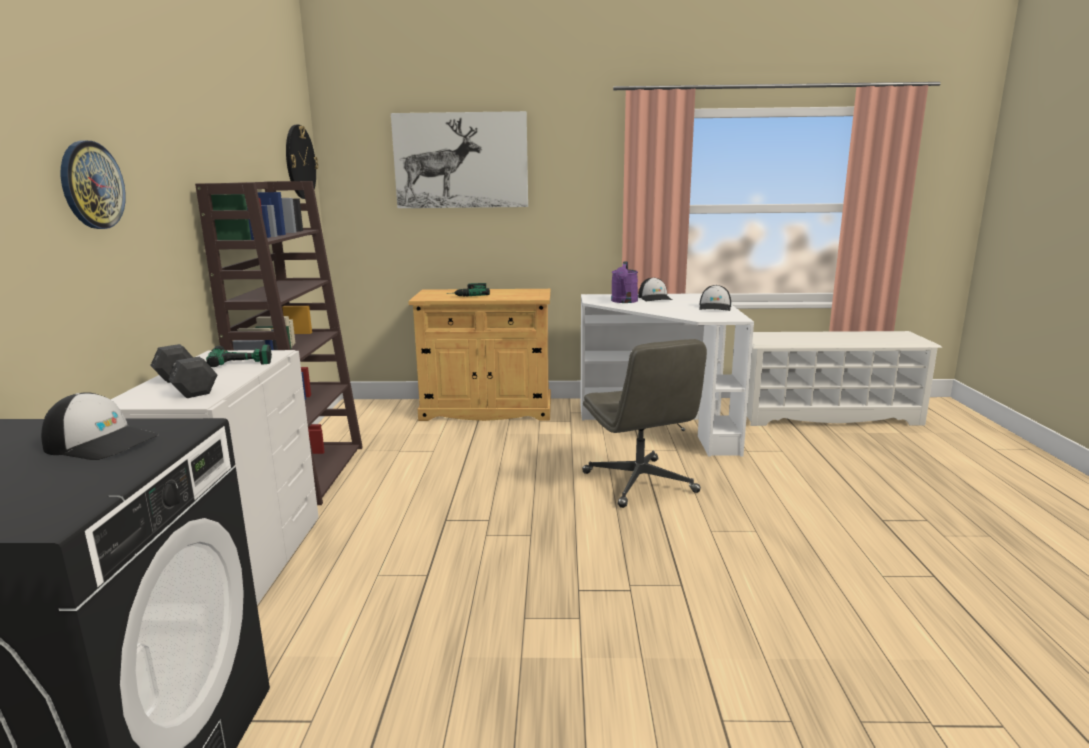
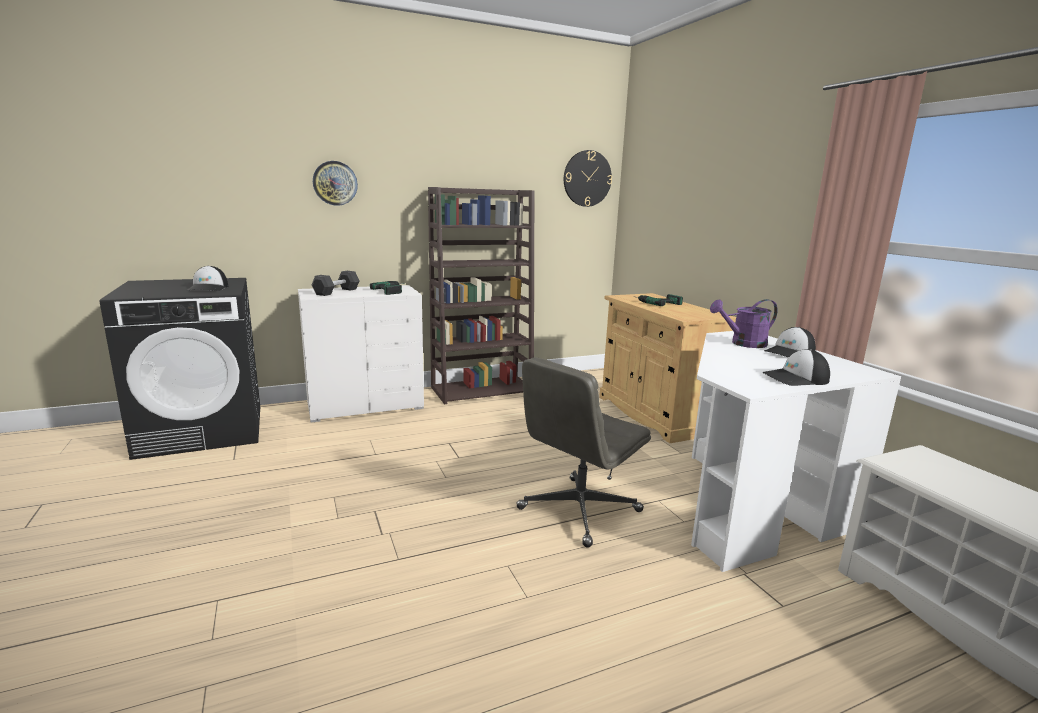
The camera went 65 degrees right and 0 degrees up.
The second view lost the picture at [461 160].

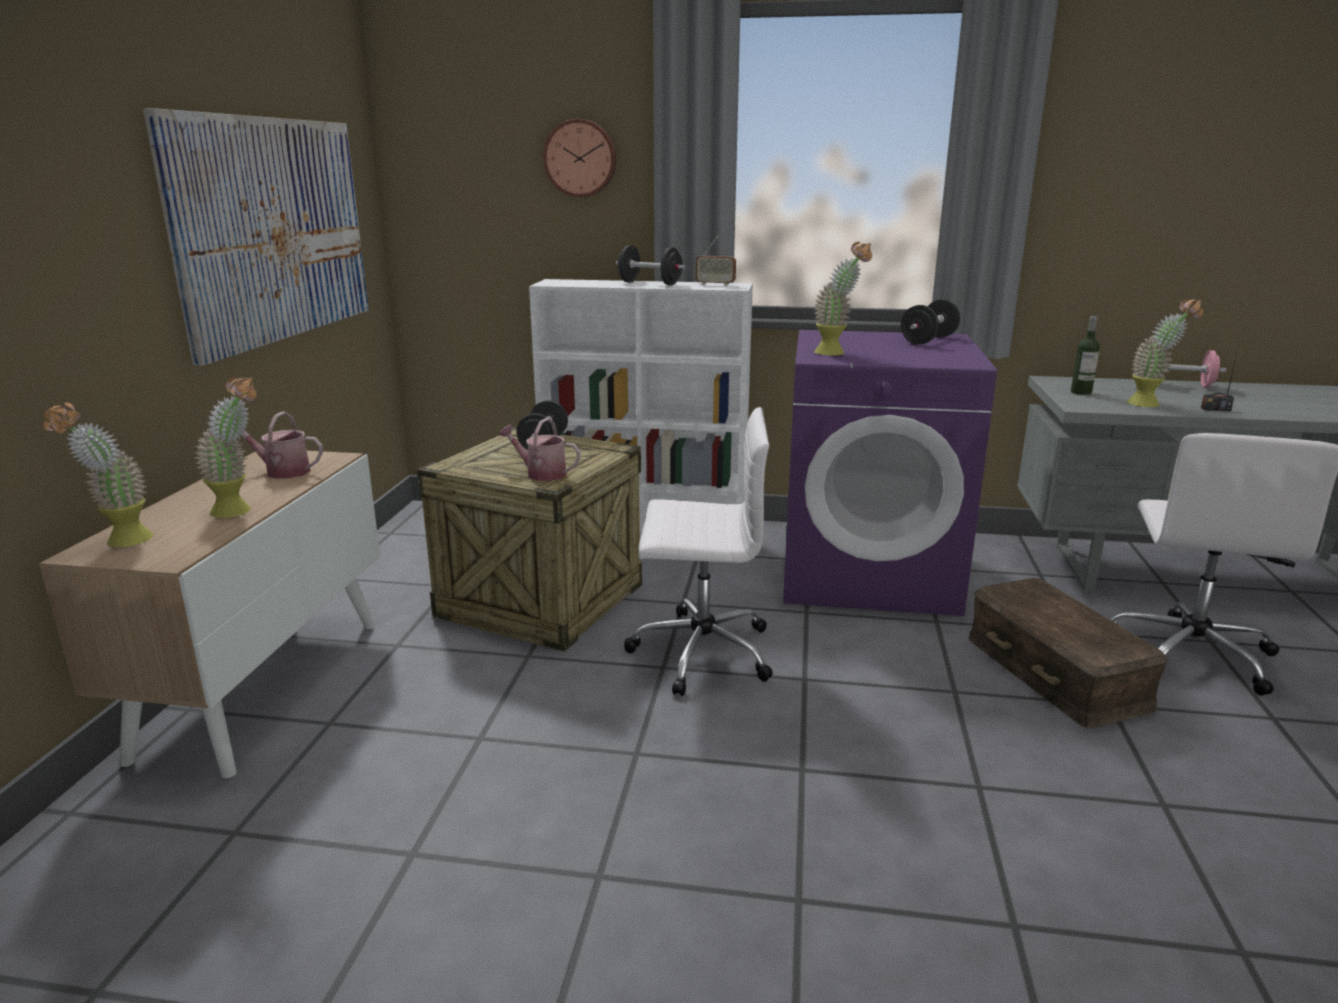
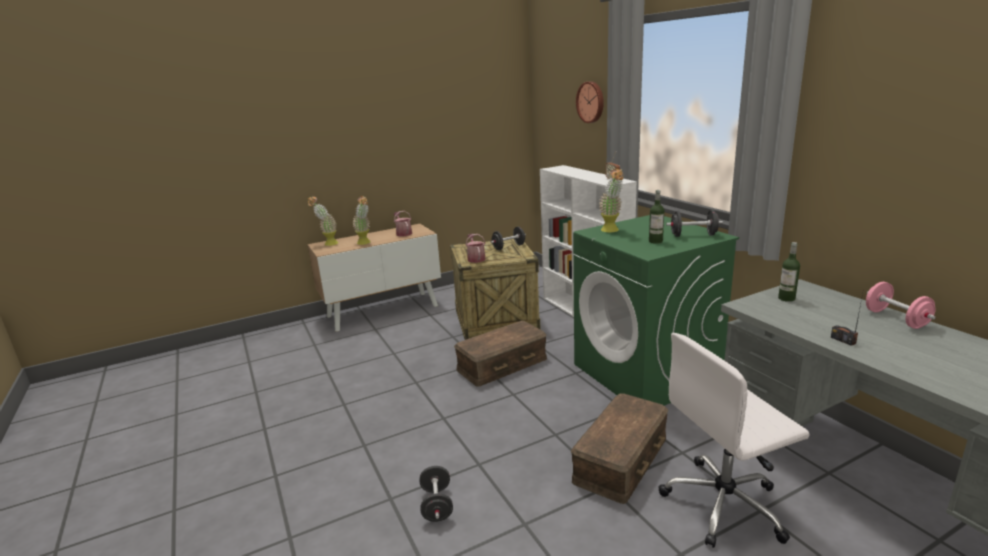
The camera went 55 degrees right and 0 degrees up.
The black dumbbell ended up elsewhere, having gone from [650 283] to [437 505].
Where the white office chair stood at [700 652], the brown storage box came to stand at [502 364].
What was the purple washing machine at [869 574] turned into the green washing machine at [646 373].
The second view gained the bottle at [655 241].
The second view lost the picture at [273 229].
The second view lost the potted plant at [1152 404].

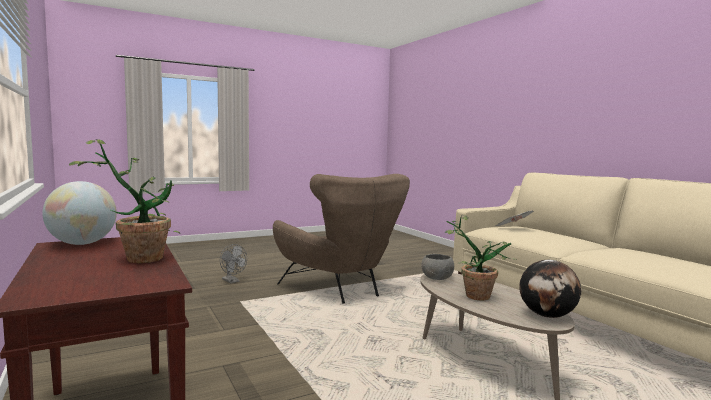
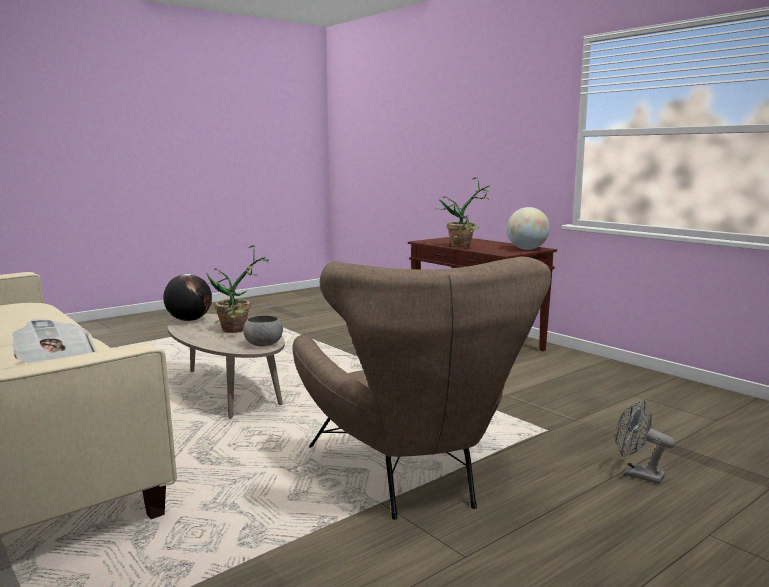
The camera went 170 degrees right and 5 degrees up.
The brown armchair at [341 289] ended up facing another way, 150 degrees counterclockwise from before.

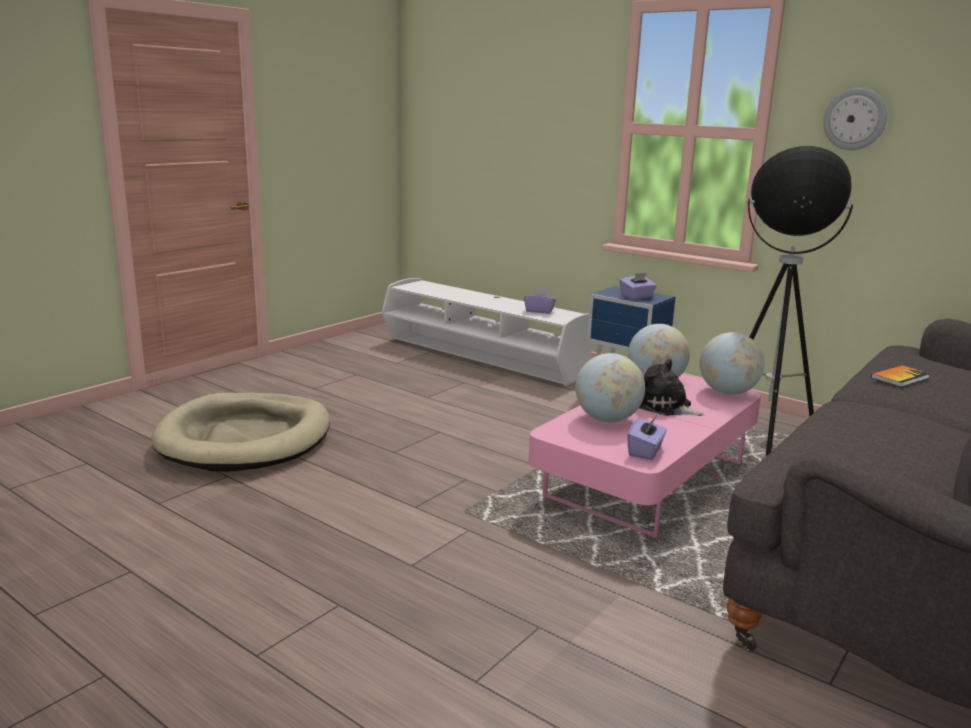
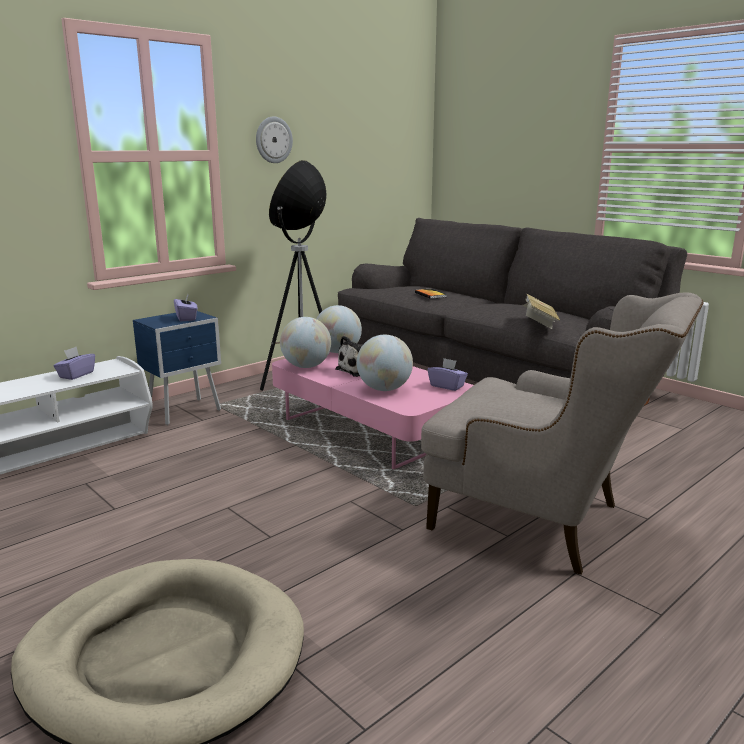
The camera went 80 degrees left and 0 degrees up.
The second view gained the beige armchair at [545 522].
The second view gained the book at [539 323].

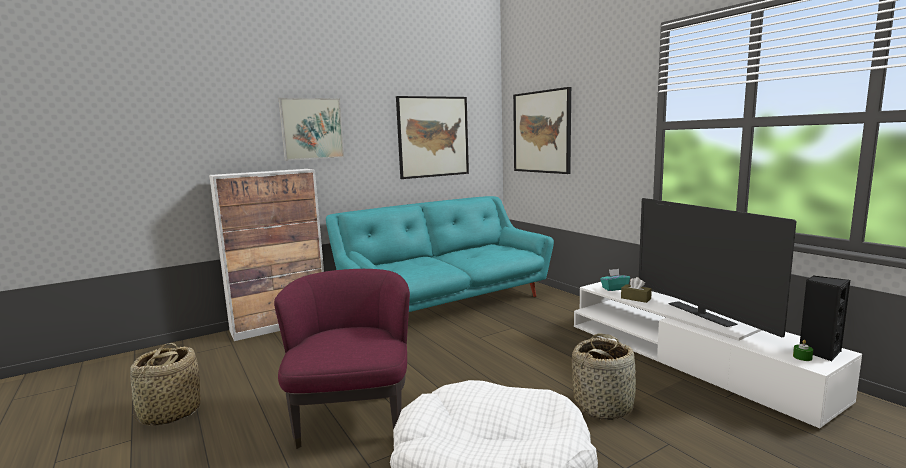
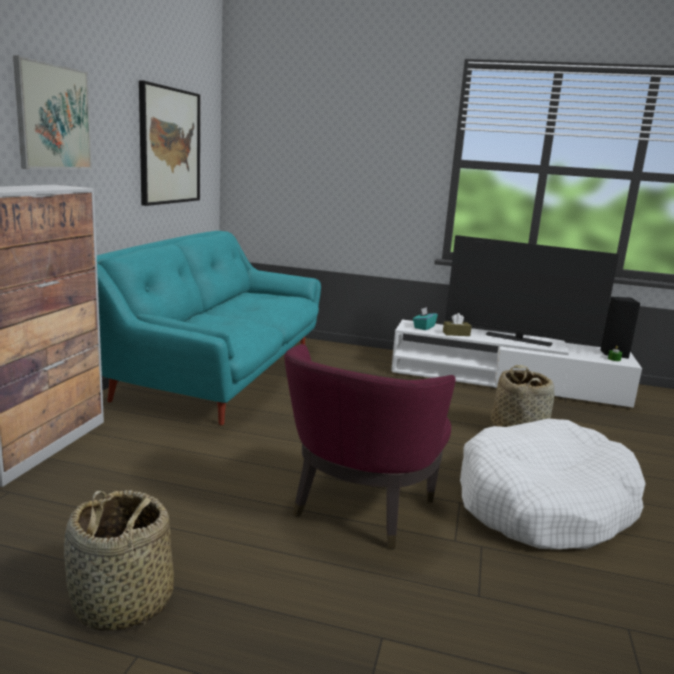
The camera went 45 degrees left and 5 degrees up.
The purple armchair at [352 416] ended up facing another way, 105 degrees counterclockwise from before.
The second view lost the picture at [541 132].

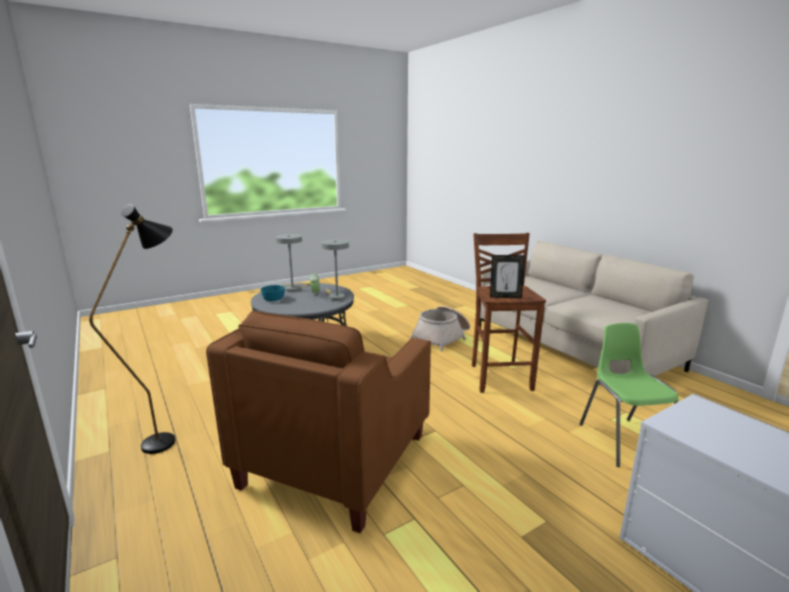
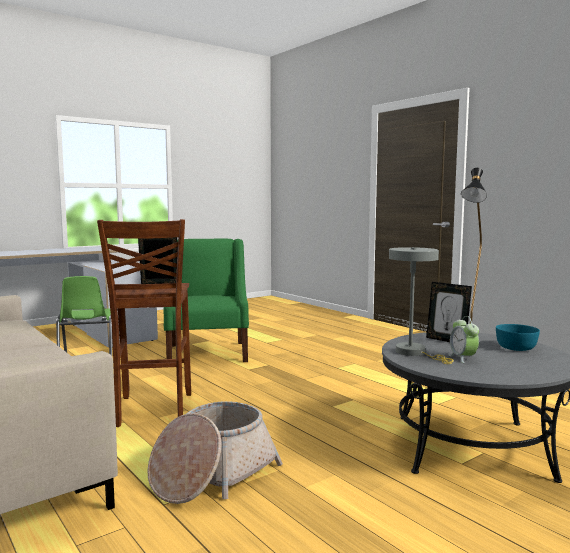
The camera went 175 degrees right and 10 degrees down.
The second view gained the green armchair at [207 353].
The second view gained the picture frame at [447 340].
The second view lost the brown armchair at [335 460].
The second view lost the grey table lamp at [294 289].

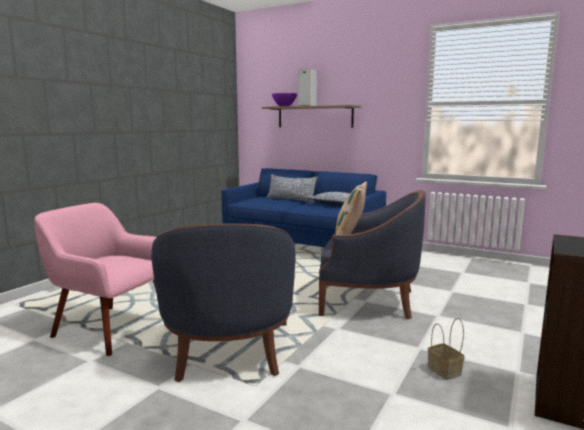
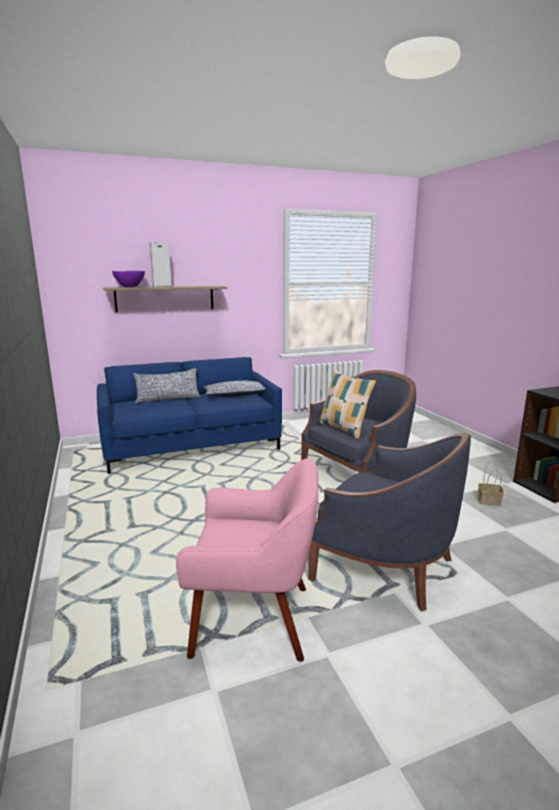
The camera went 50 degrees left and 5 degrees up.
The pink armchair at [109 328] ended up facing another way, 150 degrees counterclockwise from before.

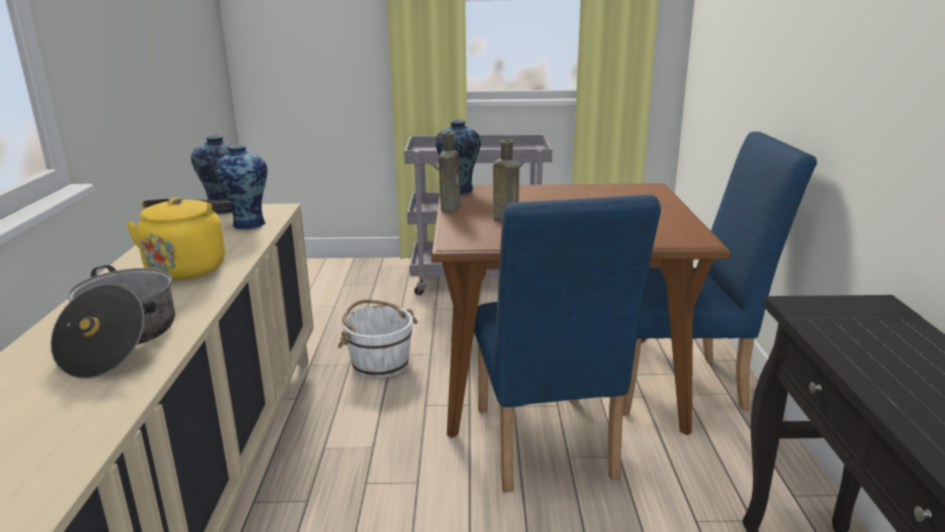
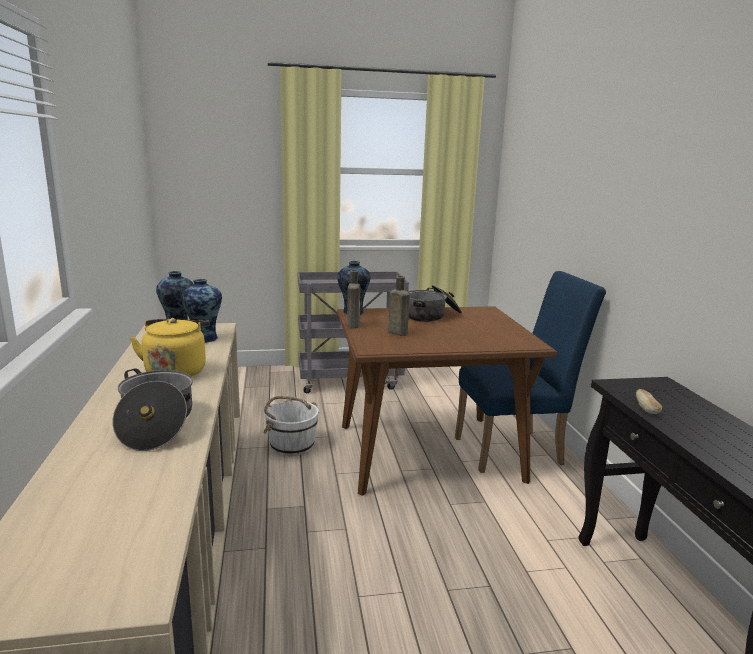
The camera went 10 degrees left and 5 degrees down.
The second view gained the cooking pot at [432 315].
The second view gained the bread at [647 409].
The second view lost the blue chair at [546 450].

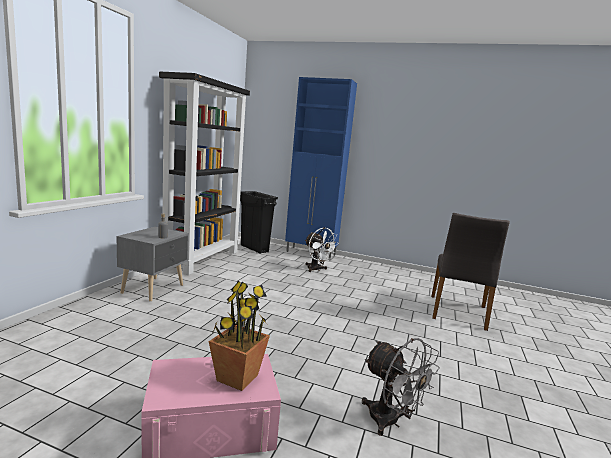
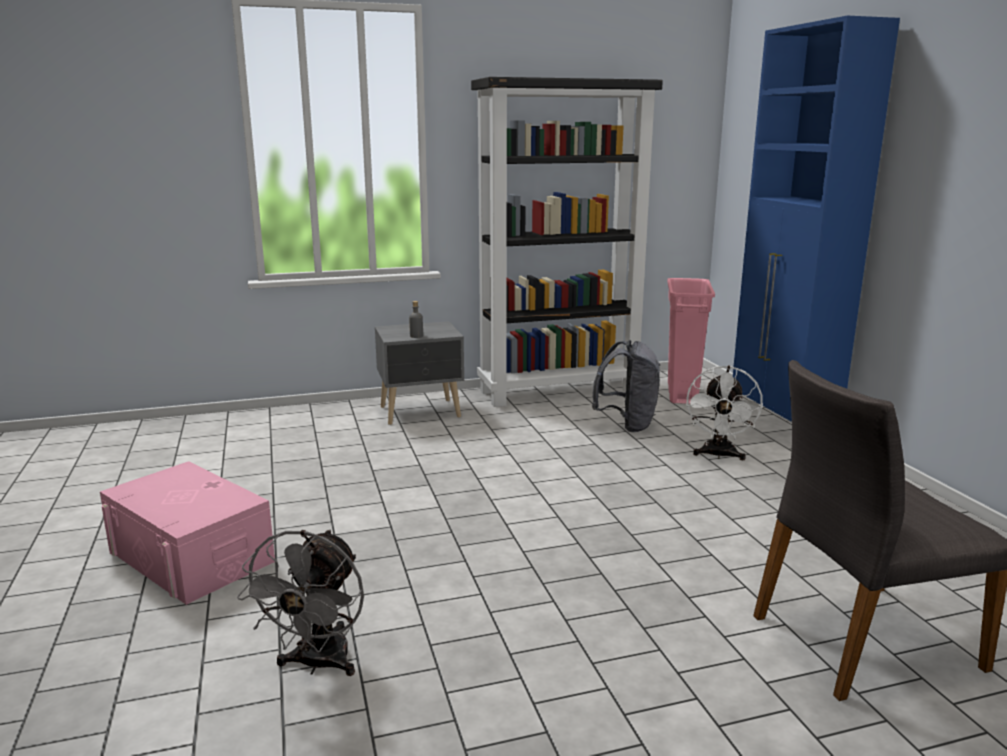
The camera went 55 degrees right and 5 degrees up.
The second view gained the grey backpack at [627 425].
What was the black trash can at [254 249] turned into the pink trash can at [682 393].
The second view lost the potted plant at [237 378].

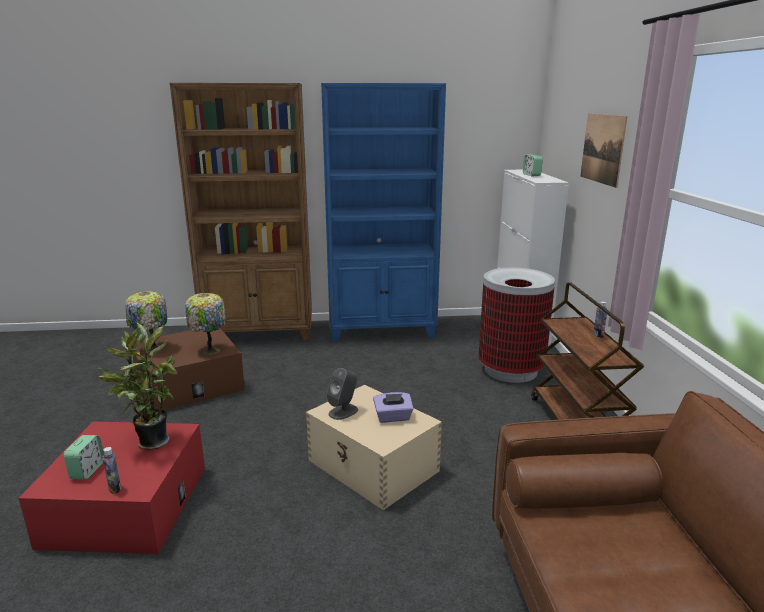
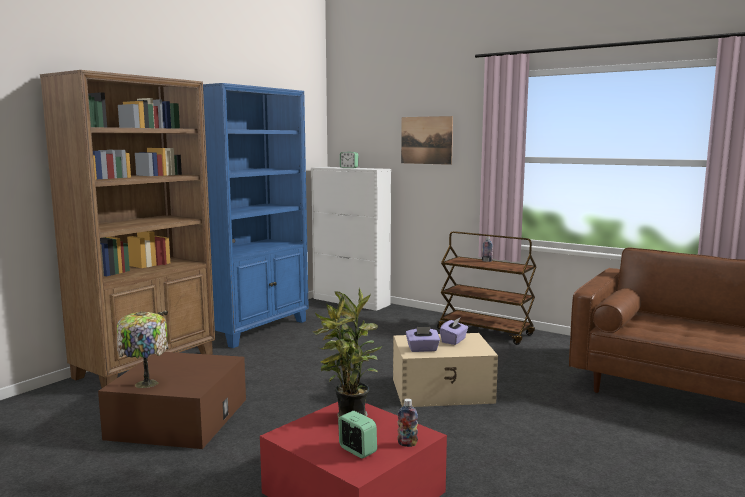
The camera went 50 degrees left and 10 degrees down.
Where the grey speaker stood at [343 411], the purple tissue box came to stand at [422 349].
The second view lost the table lamp at [210 350].
The second view lost the trash can at [511 370].

